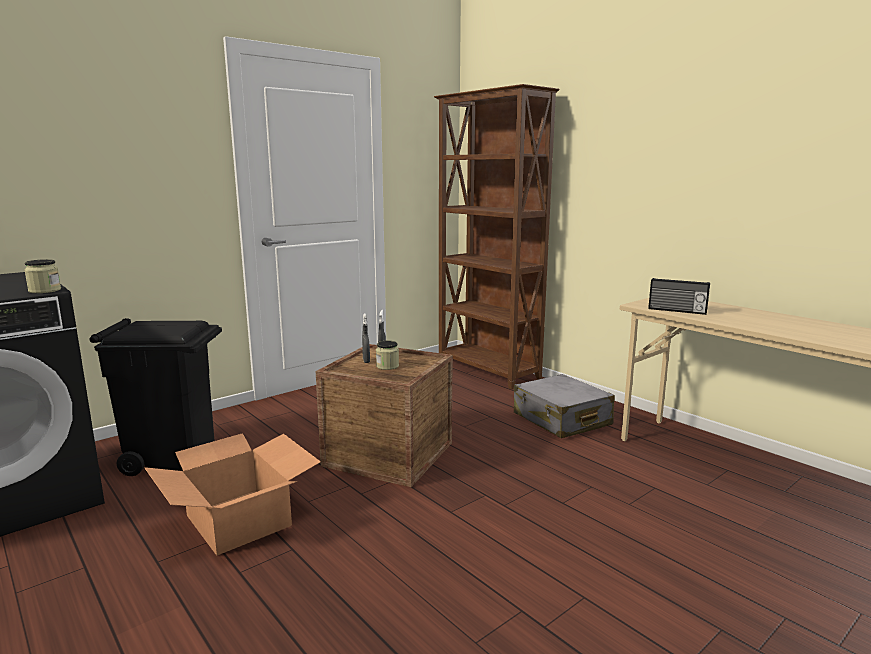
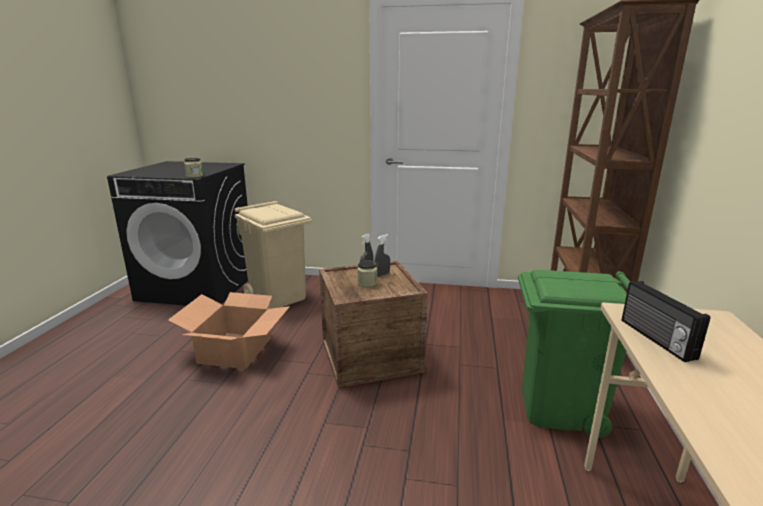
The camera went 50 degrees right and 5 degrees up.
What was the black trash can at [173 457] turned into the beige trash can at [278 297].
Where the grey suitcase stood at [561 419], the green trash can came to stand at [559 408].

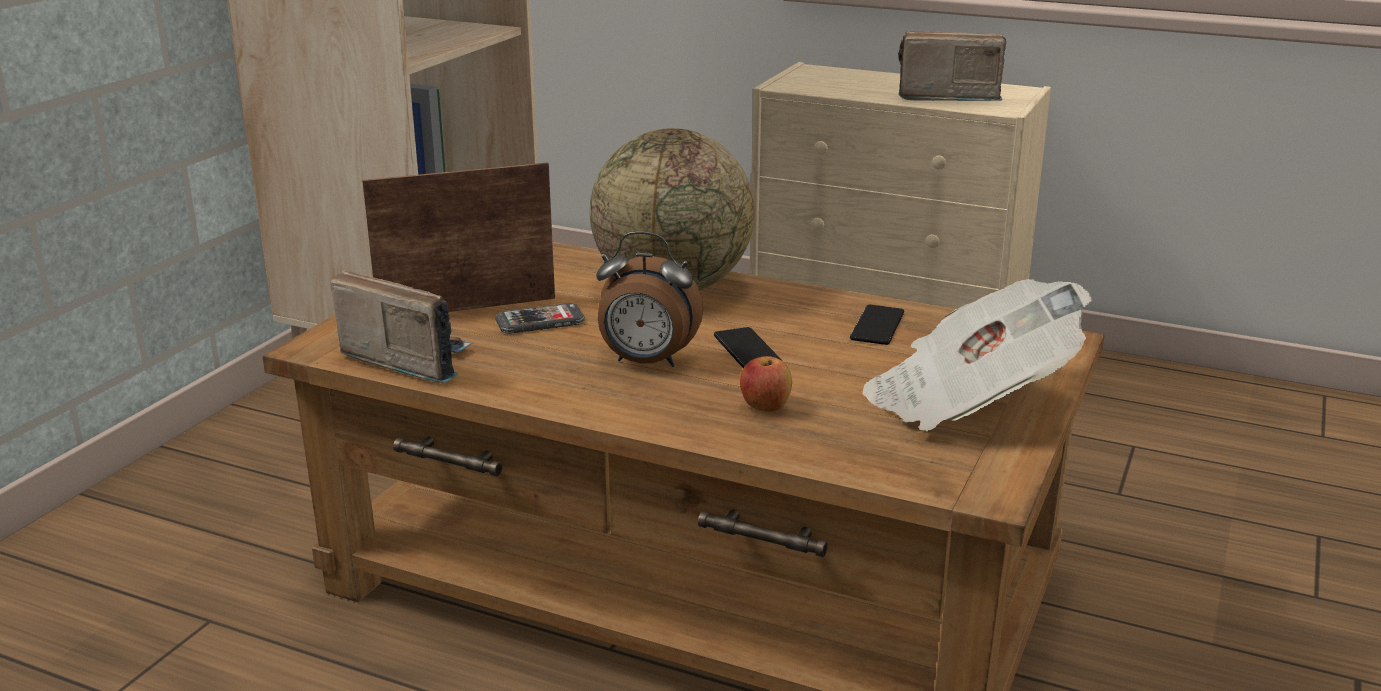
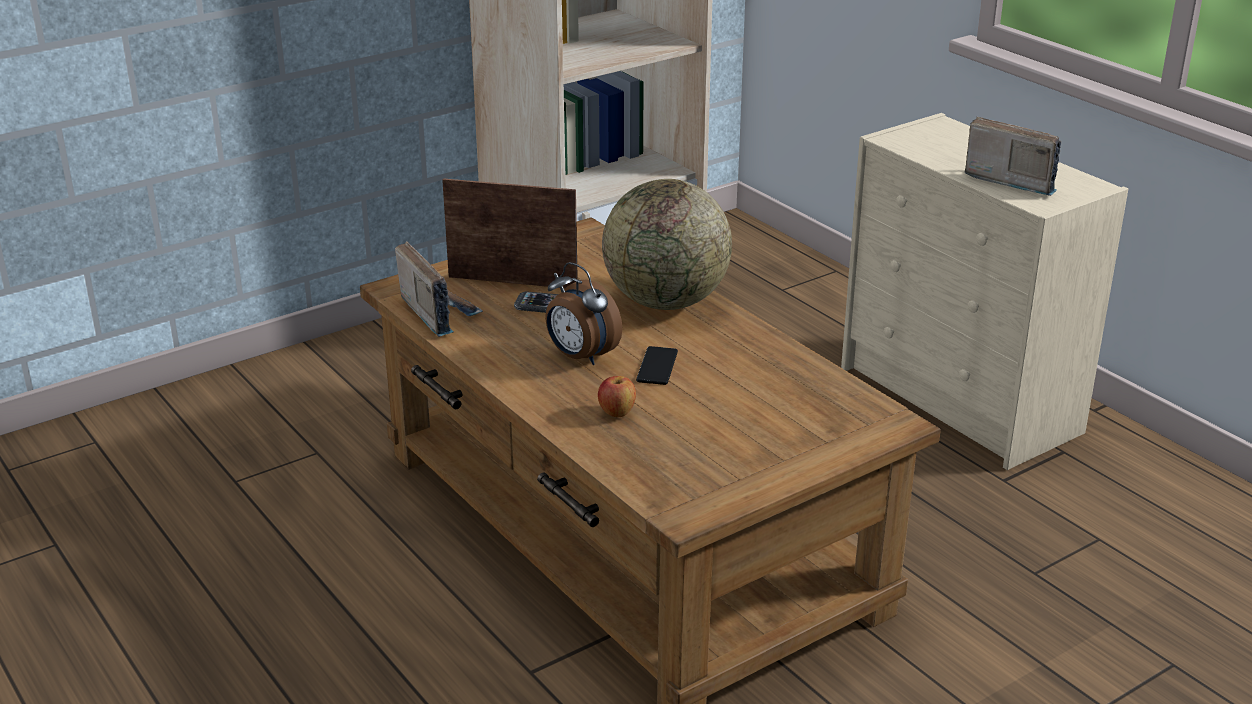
The camera went 30 degrees right and 5 degrees up.
The second view lost the phone at [877 326].
The second view lost the newspaper at [968 402].

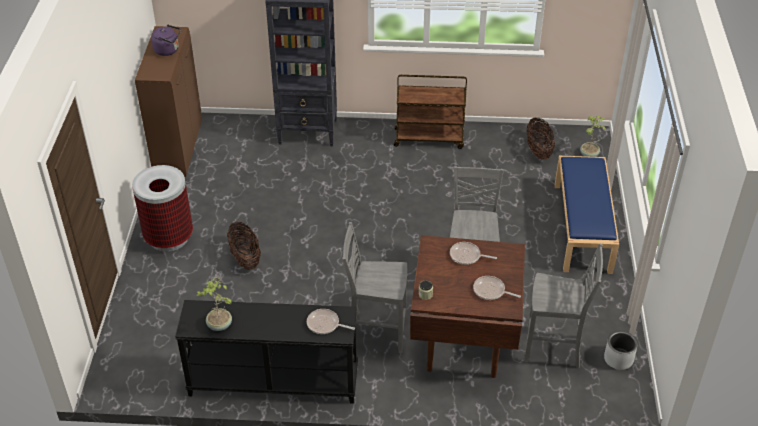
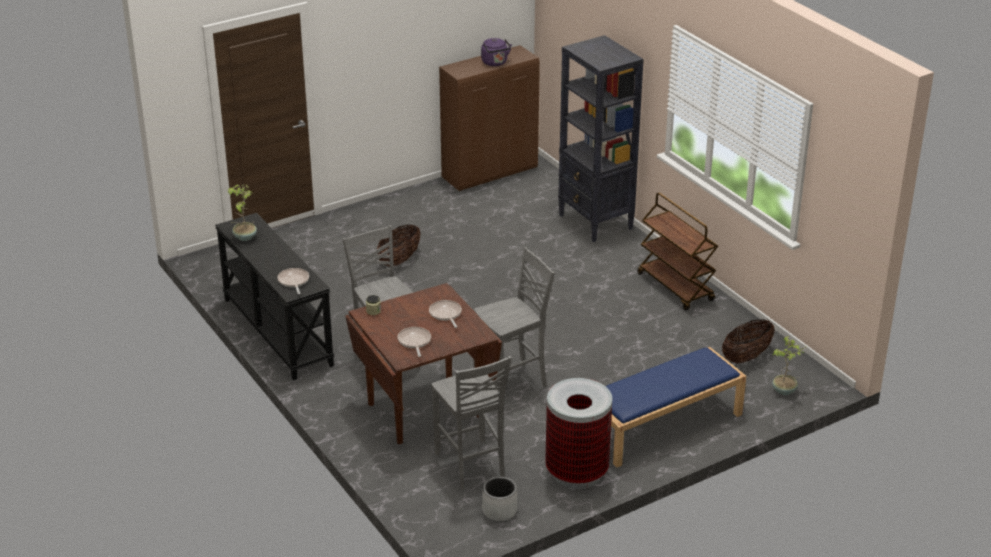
The camera went 55 degrees right and 10 degrees down.
The trash can ended up elsewhere, having gone from [169 237] to [577 472].

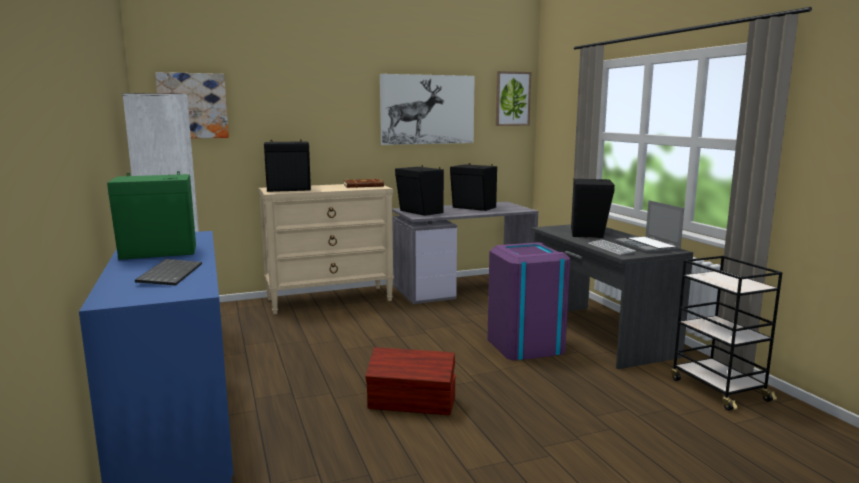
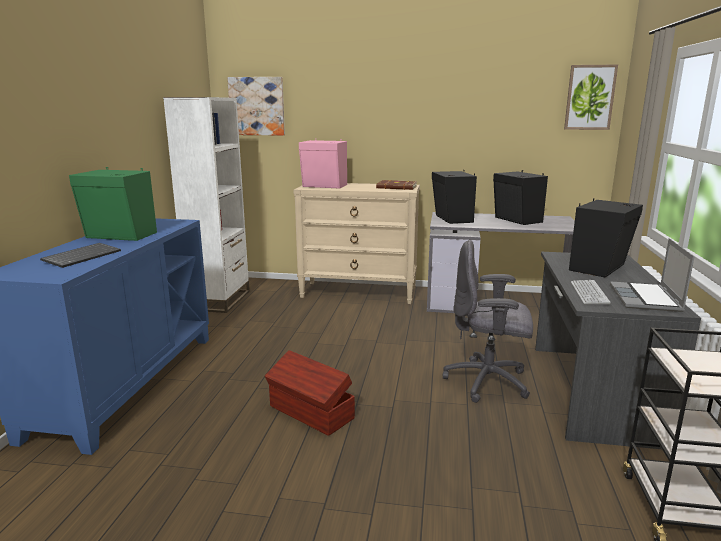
The camera went 30 degrees right and 5 degrees up.
What was the black speaker at [289 189] turned into the pink speaker at [325 186].
Where the purple trash can stood at [525 345], the grey office chair came to stand at [488 382].
The second view lost the picture at [427 109].

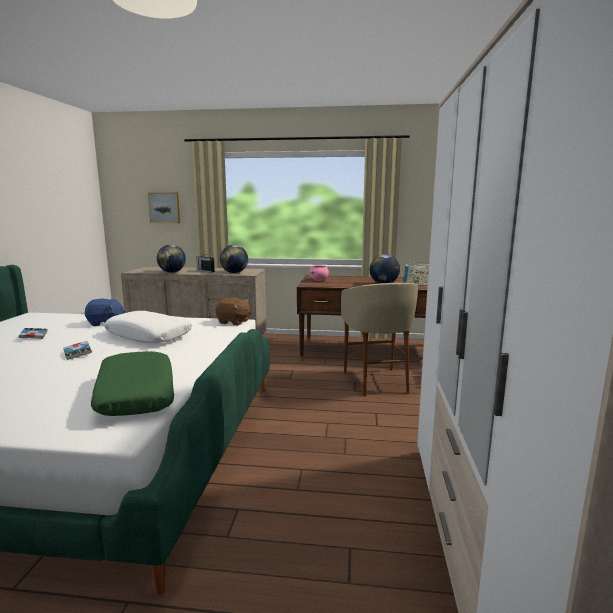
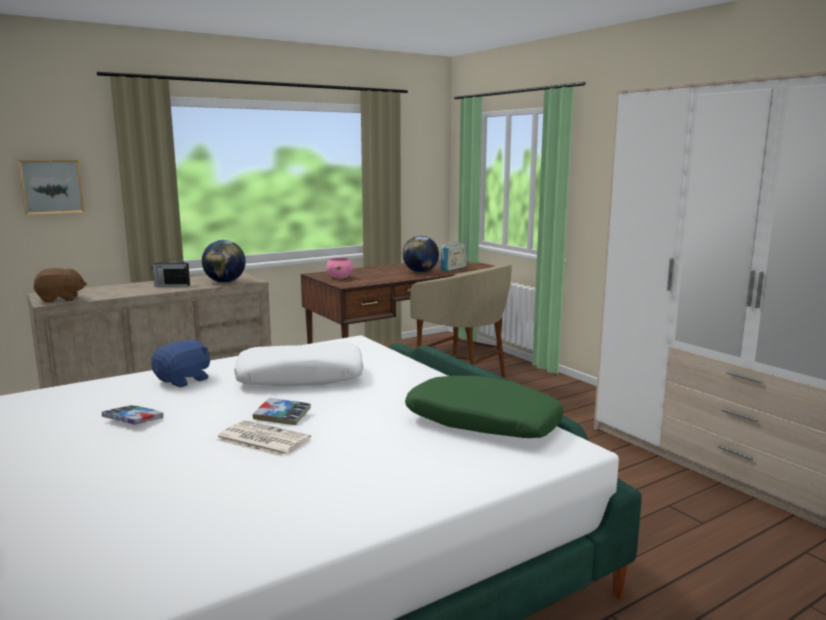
The camera went 40 degrees left and 0 degrees up.
The brown plush toy ended up elsewhere, having gone from [233 322] to [60 299].
The second view gained the newspaper at [261 439].
The second view lost the globe at [172 272].

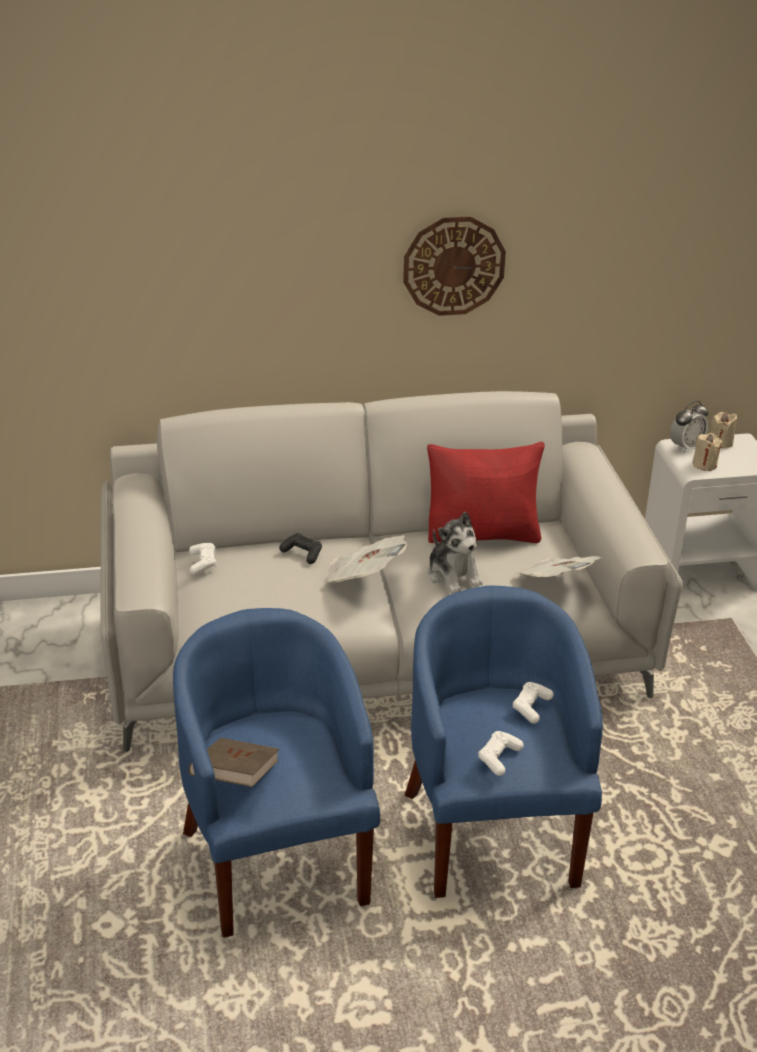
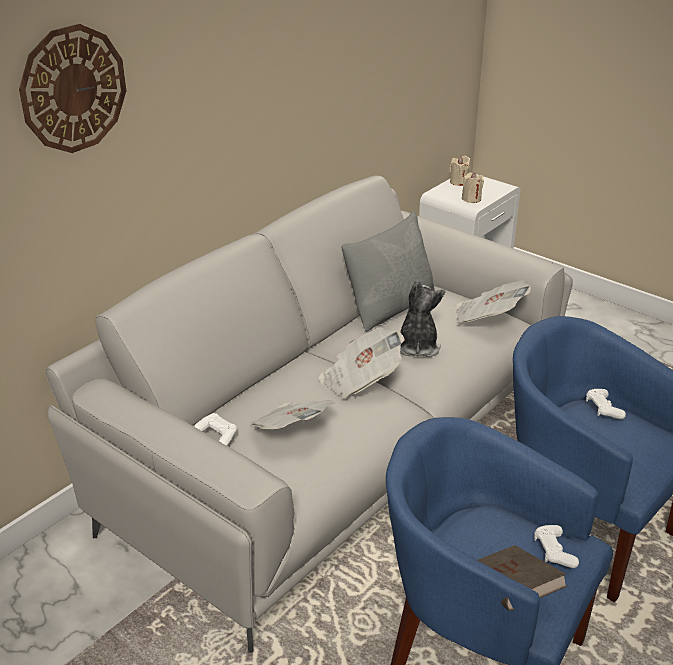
The camera went 40 degrees left and 0 degrees up.
The wall clock ended up elsewhere, having gone from [454 266] to [73 89].
The second view gained the newspaper at [292 431].
What was the red pillow at [483 534] turned into the grey pillow at [391 308].
The plush toy at [453 575] ended up facing another way, 105 degrees counterclockwise from before.
The white game controller ended up elsewhere, having gone from [499 758] to [554 551].
The second view lost the black game controller at [302 553].
The second view lost the alarm clock at [686 447].

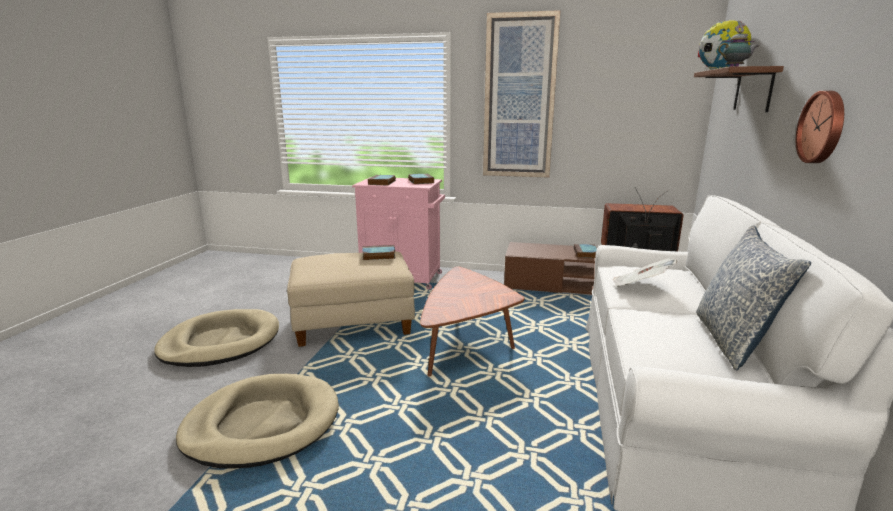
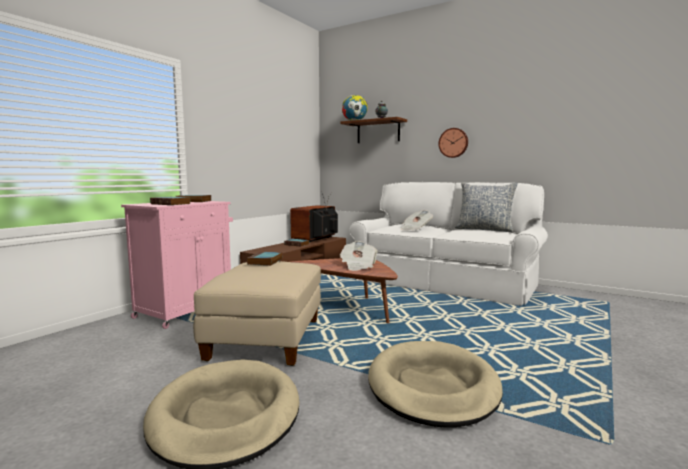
The camera went 70 degrees left and 10 degrees down.
The second view gained the newspaper at [358 266].
The second view lost the picture at [519 98].

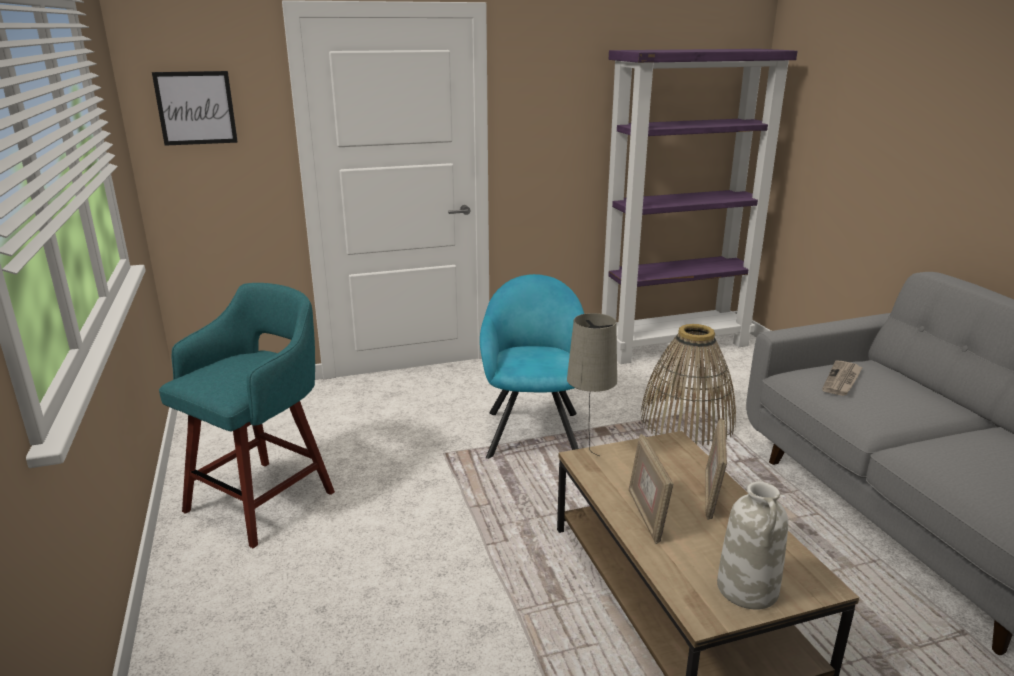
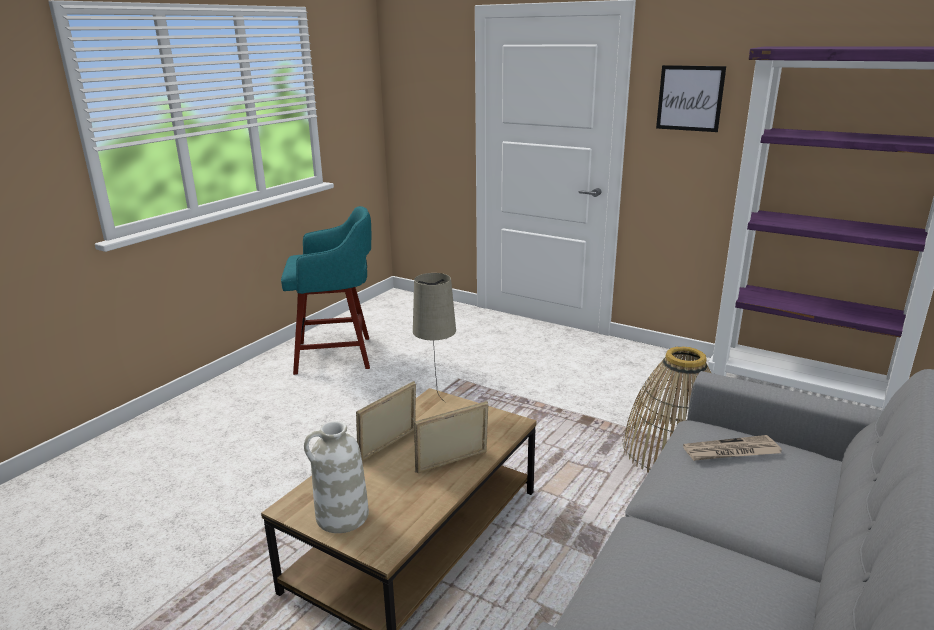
The camera went 50 degrees right and 0 degrees up.
The picture ended up elsewhere, having gone from [196 108] to [690 98].
The second view lost the turquoise armchair at [533 431].

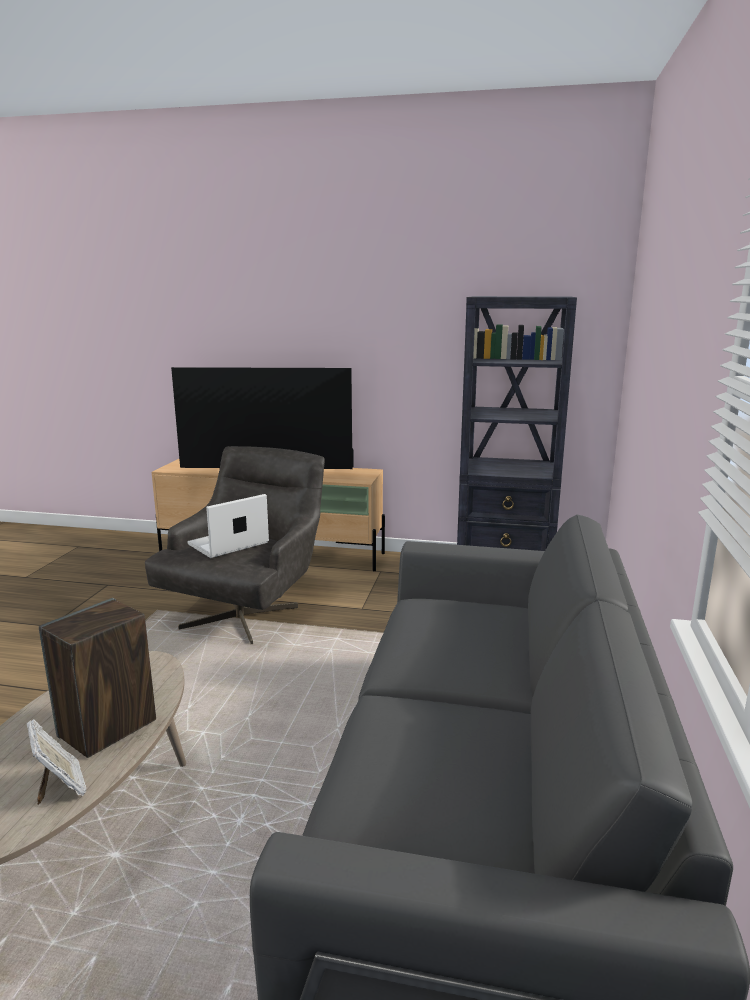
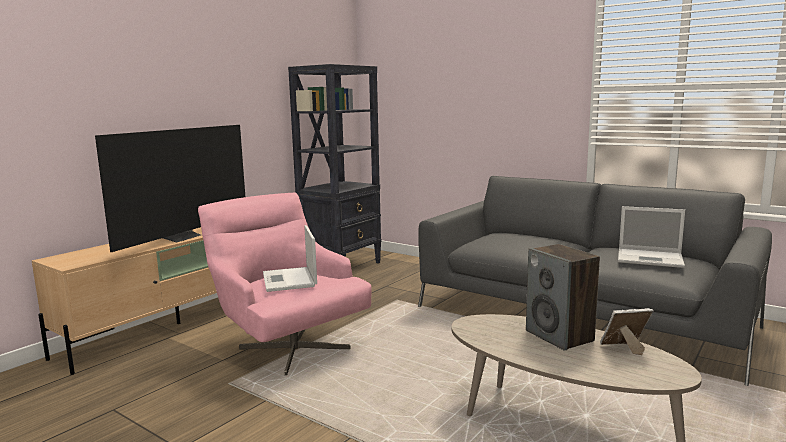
The camera went 65 degrees left and 5 degrees down.
What was the grey armchair at [248 611] turned into the pink armchair at [287 345].
The second view gained the laptop at [651 258].

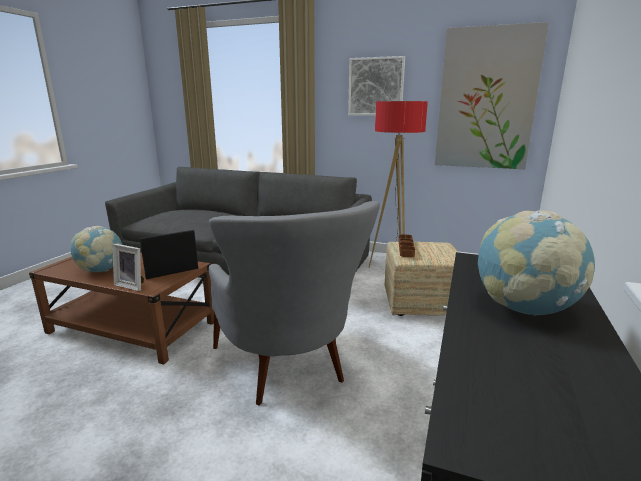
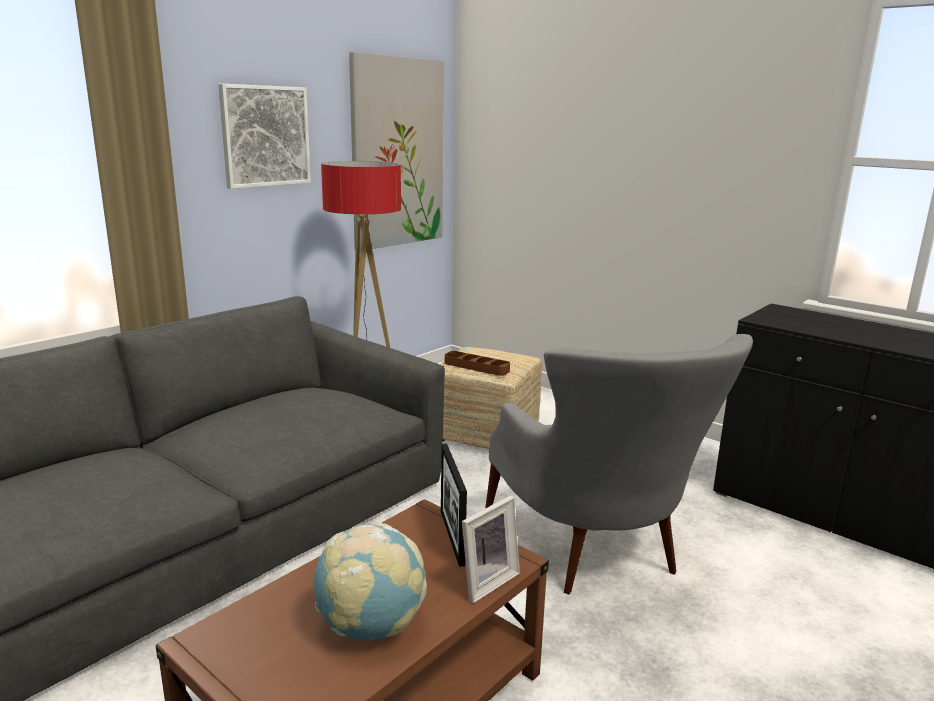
The camera went 70 degrees left and 0 degrees up.
The grey armchair at [290 371] ended up facing another way, 75 degrees clockwise from before.
The second view lost the globe at [524 309].

